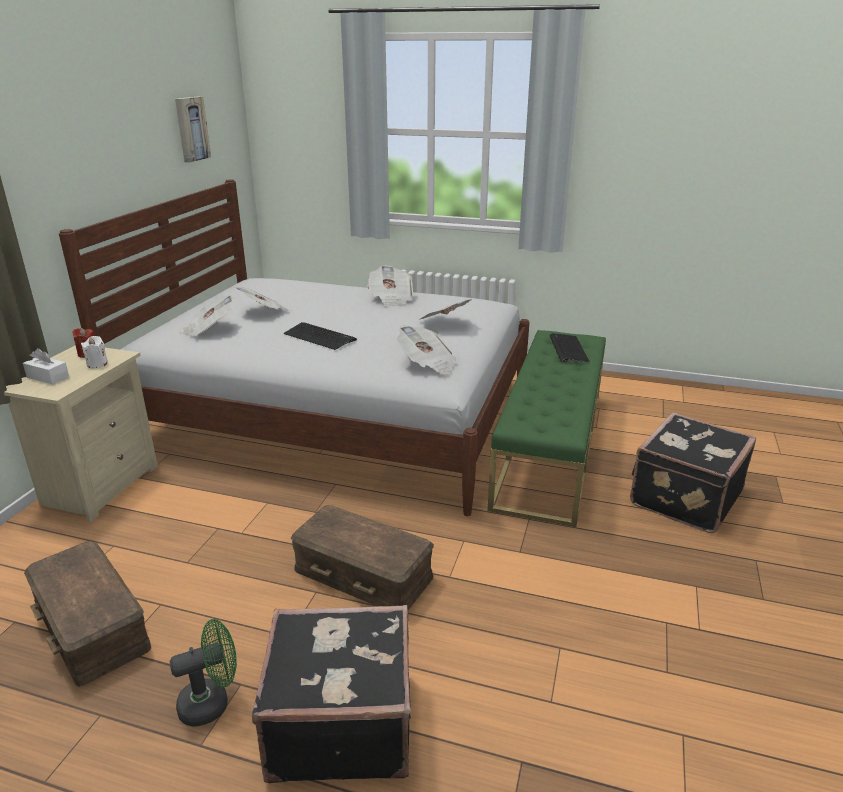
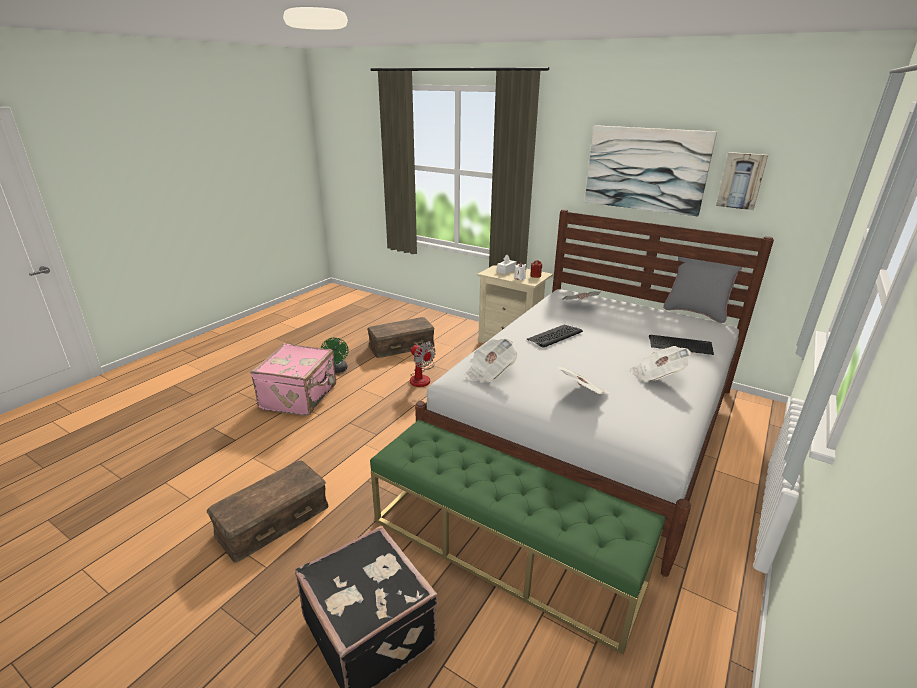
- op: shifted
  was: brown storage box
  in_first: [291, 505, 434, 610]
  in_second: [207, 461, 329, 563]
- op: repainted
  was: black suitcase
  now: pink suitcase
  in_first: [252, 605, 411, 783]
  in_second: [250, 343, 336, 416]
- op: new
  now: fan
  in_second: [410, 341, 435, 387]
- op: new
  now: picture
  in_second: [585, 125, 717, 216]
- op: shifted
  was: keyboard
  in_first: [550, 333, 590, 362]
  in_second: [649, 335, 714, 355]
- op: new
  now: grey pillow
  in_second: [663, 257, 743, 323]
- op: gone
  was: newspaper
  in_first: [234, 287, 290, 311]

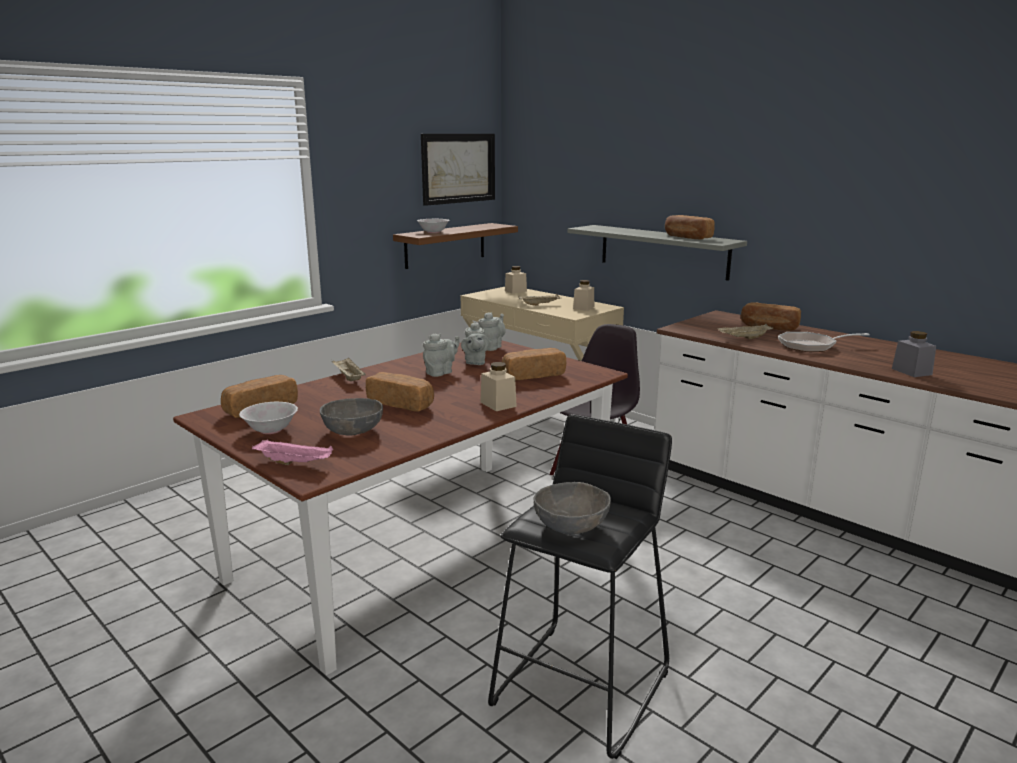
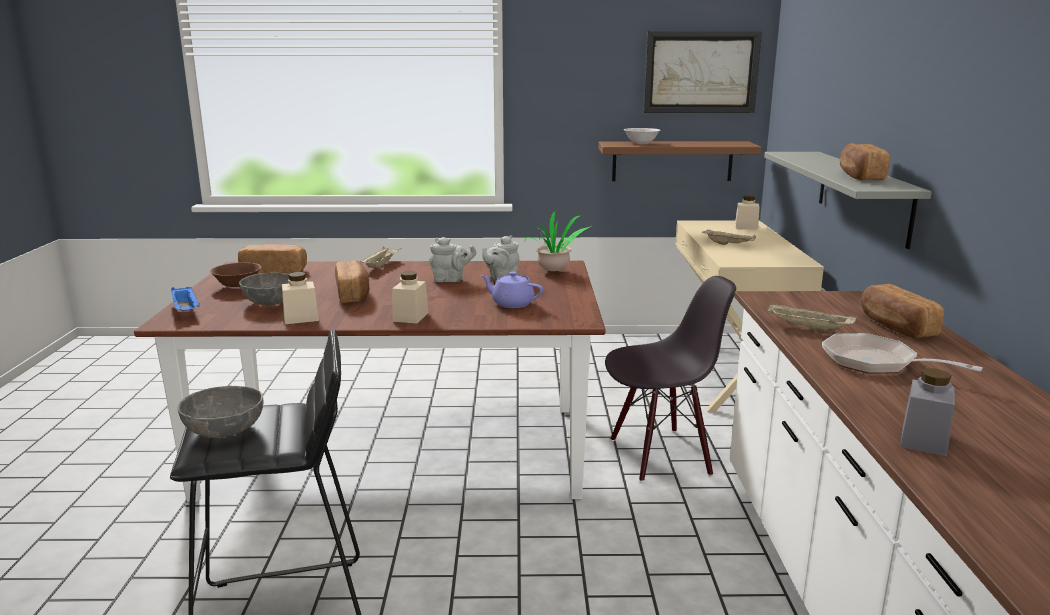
- op: repainted
  was: pink tray
  now: blue tray
  in_first: [252, 439, 333, 465]
  in_second: [171, 287, 199, 311]
- op: repainted
  was: white bowl
  now: brown bowl
  in_first: [239, 402, 298, 434]
  in_second: [210, 262, 262, 289]
- op: shifted
  was: beige jar
  in_first: [573, 280, 594, 311]
  in_second: [282, 272, 319, 324]
- op: swapped
  was: bread
  now: purple teapot
  in_first: [502, 348, 566, 380]
  in_second: [481, 272, 543, 308]
- op: swapped
  was: grey teapot
  now: potted plant
  in_first: [478, 312, 506, 351]
  in_second: [525, 211, 591, 272]

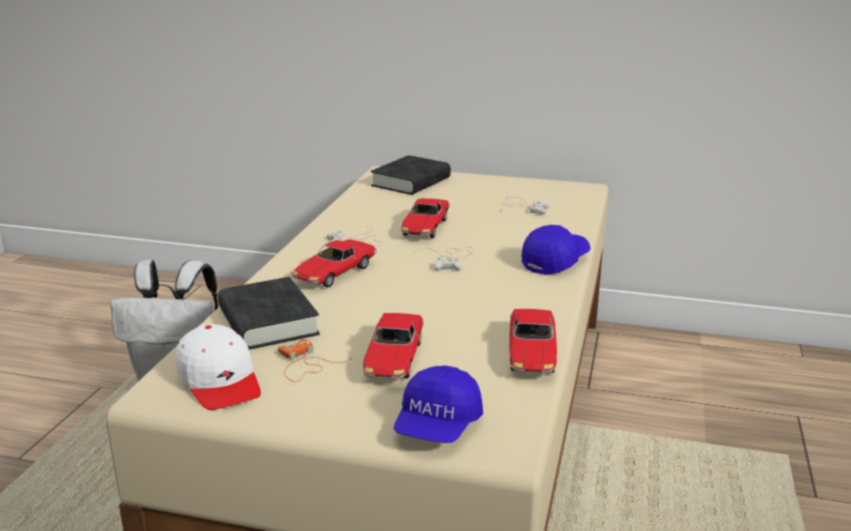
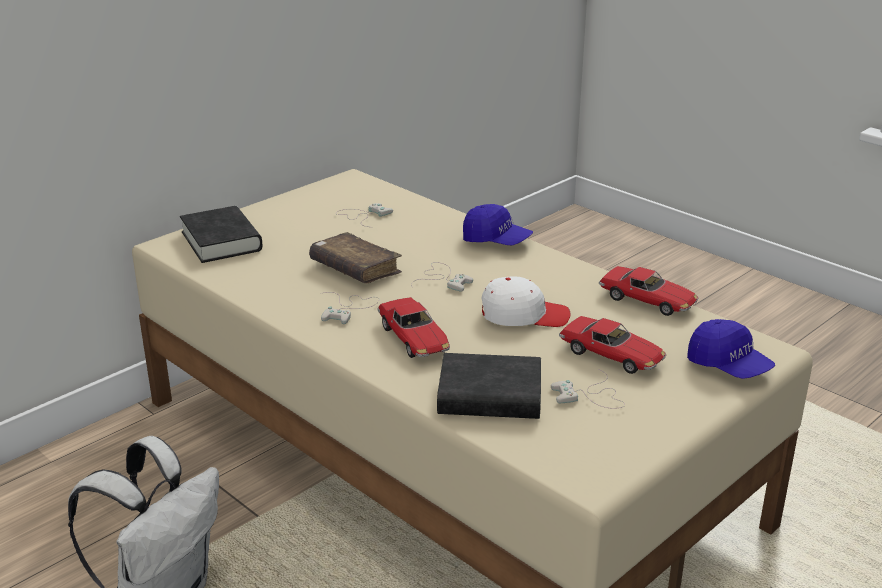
- op: swapped
  was: toy car
  now: brown book
  in_first: [401, 198, 450, 238]
  in_second: [309, 232, 402, 284]
- op: rotated
  was: blue cap
  in_first: [522, 225, 590, 275]
  in_second: [463, 204, 533, 245]
  clockwise: 135
- op: shifted
  was: white cap
  in_first: [176, 324, 261, 410]
  in_second: [481, 276, 571, 327]
- op: repainted
  was: orange game controller
  now: white game controller
  in_first: [278, 339, 353, 382]
  in_second: [551, 369, 625, 409]

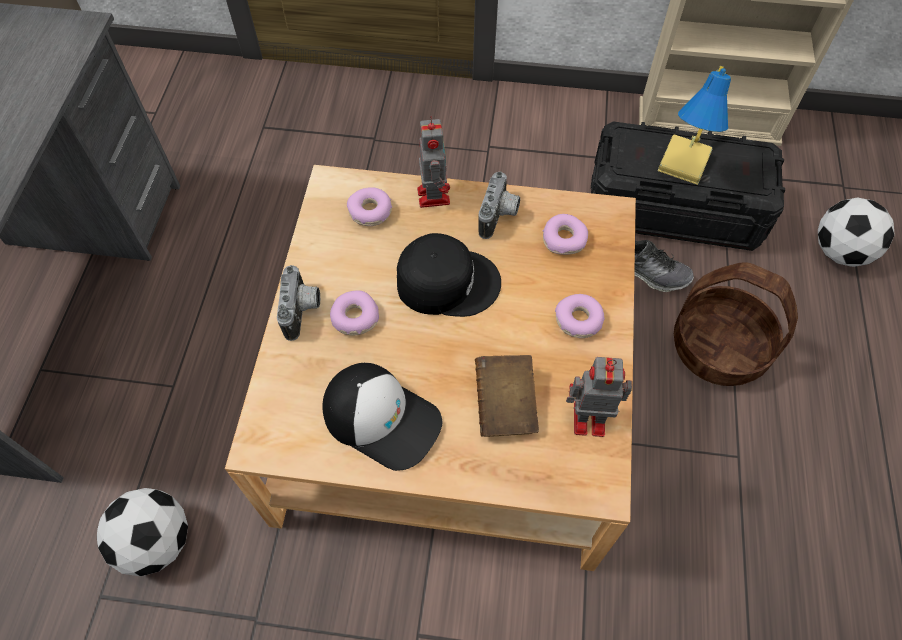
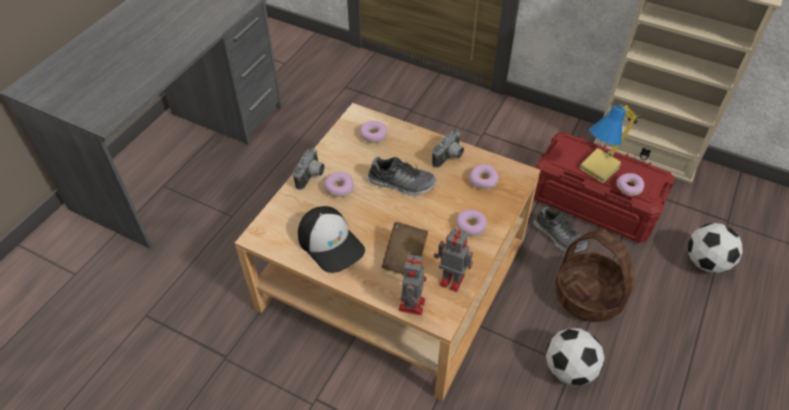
- op: swapped
  was: black cap
  now: shoe
  in_first: [397, 233, 501, 317]
  in_second: [368, 157, 436, 196]
- op: shifted
  was: toy robot
  in_first: [417, 116, 450, 208]
  in_second: [399, 254, 427, 315]
- op: repainted
  was: black storage box
  now: red storage box
  in_first: [591, 122, 785, 251]
  in_second: [534, 132, 675, 243]
- op: shifted
  was: football
  in_first: [97, 488, 188, 576]
  in_second: [546, 328, 605, 386]
- op: new
  now: donut
  in_second: [616, 173, 644, 196]

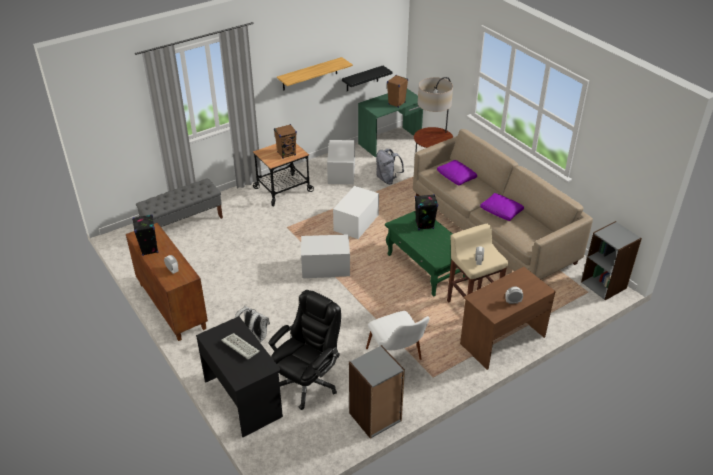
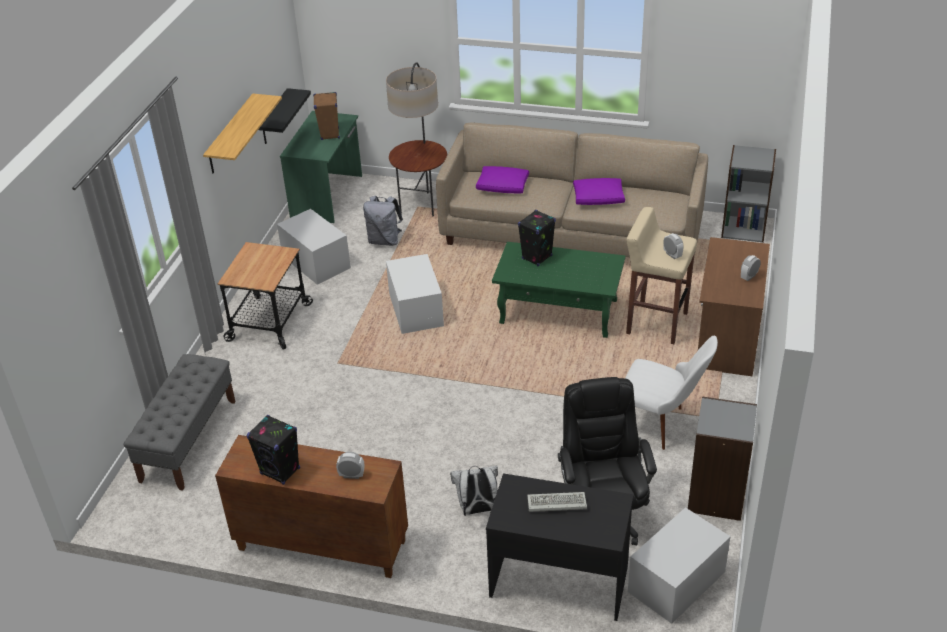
- op: shifted
  was: white storage box
  in_first: [301, 234, 350, 278]
  in_second: [628, 507, 731, 624]
- op: gone
  was: brown speaker
  in_first: [274, 124, 297, 159]

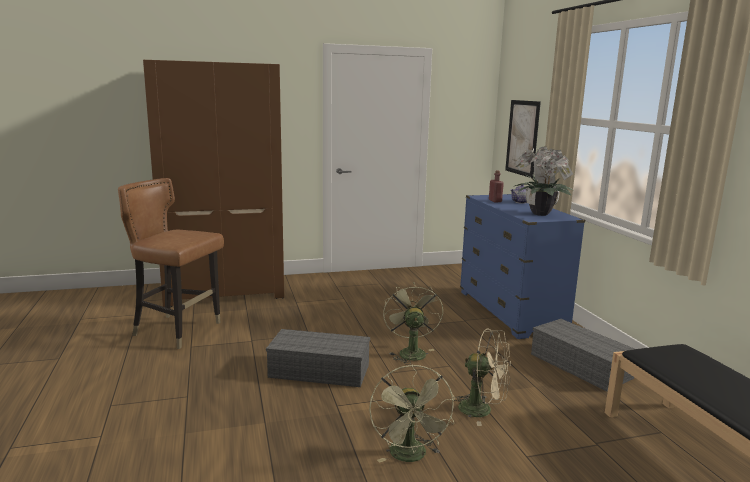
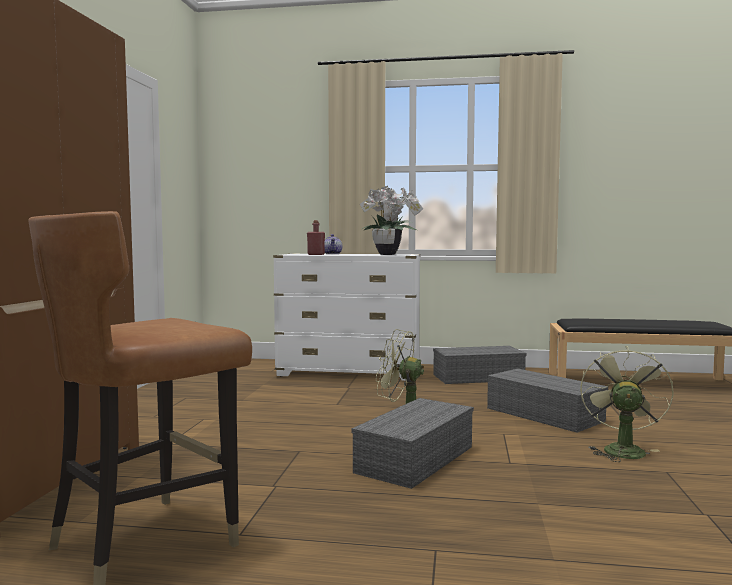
- op: repainted
  was: blue dresser
  now: white dresser
  in_first: [460, 194, 585, 339]
  in_second: [273, 254, 420, 381]
- op: swapped
  was: beige fan
  now: grey storage box
  in_first: [453, 328, 511, 426]
  in_second: [487, 368, 608, 433]
- op: rotated
  was: green fan
  in_first: [369, 364, 455, 463]
  in_second: [580, 346, 674, 462]
  clockwise: -90
- op: gone
  was: picture
  in_first: [505, 100, 541, 178]

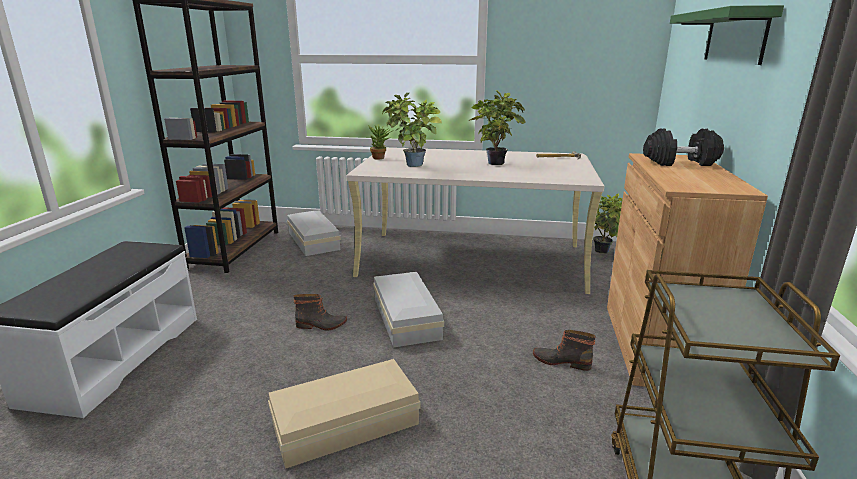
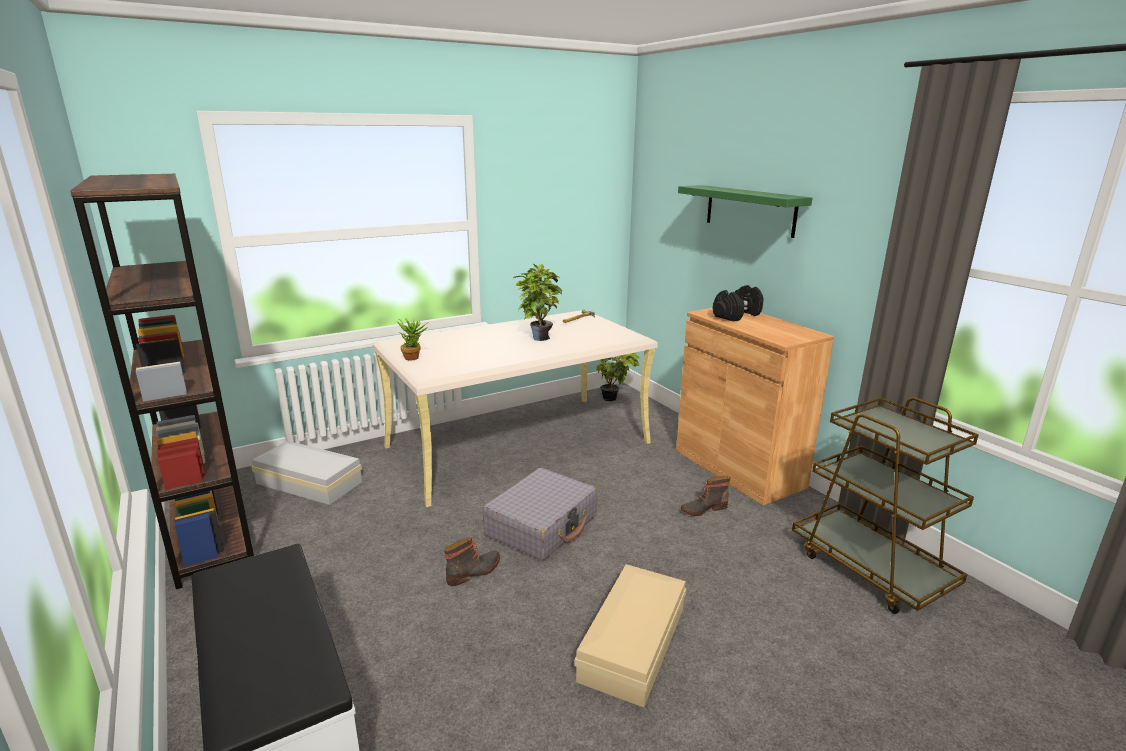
- op: swapped
  was: white storage box
  now: grey suitcase
  in_first: [373, 272, 444, 347]
  in_second: [483, 468, 597, 561]
- op: gone
  was: potted plant
  in_first: [382, 93, 442, 167]

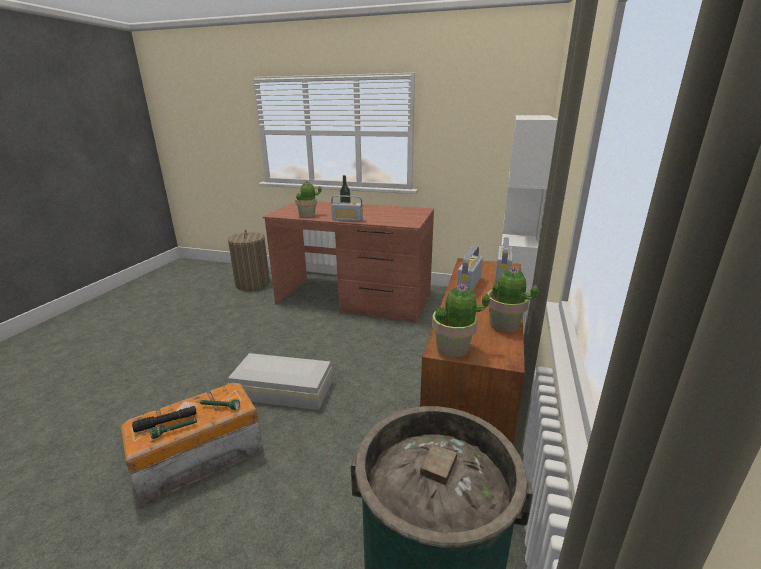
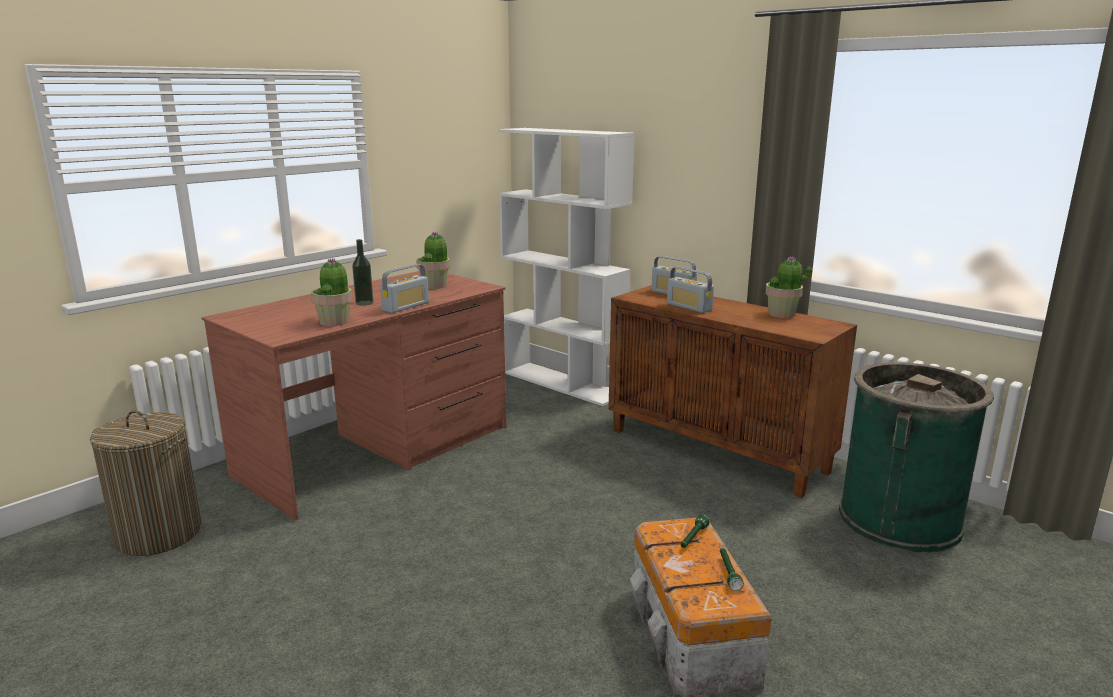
- op: shifted
  was: potted plant
  in_first: [432, 283, 490, 358]
  in_second: [416, 231, 450, 289]
- op: gone
  was: black flashlight
  in_first: [132, 406, 197, 432]
- op: gone
  was: white storage box
  in_first: [228, 353, 332, 410]

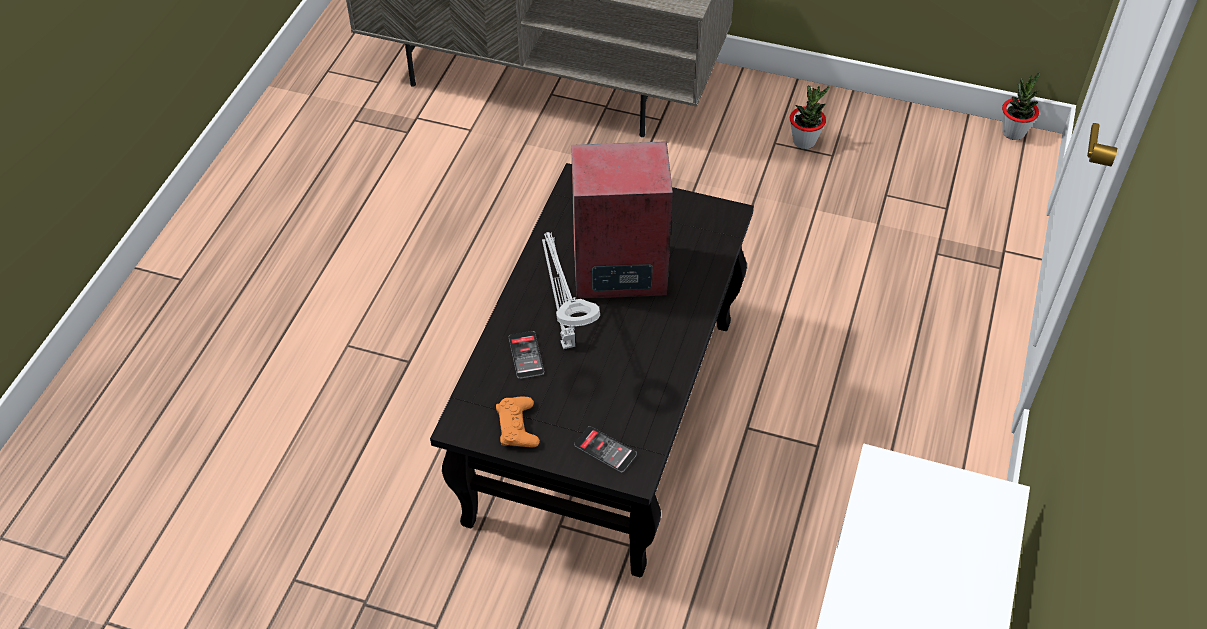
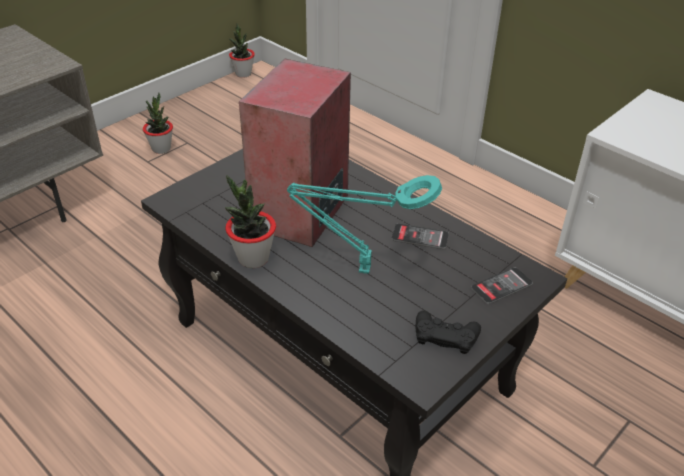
- op: new
  now: potted plant
  in_second: [225, 175, 276, 268]
- op: repainted
  was: grey table lamp
  now: turquoise table lamp
  in_first: [542, 232, 600, 349]
  in_second: [287, 175, 442, 274]
- op: shifted
  was: phone
  in_first: [509, 331, 544, 379]
  in_second: [392, 223, 449, 249]
- op: repainted
  was: orange game controller
  now: black game controller
  in_first: [496, 397, 540, 448]
  in_second: [416, 310, 481, 354]

